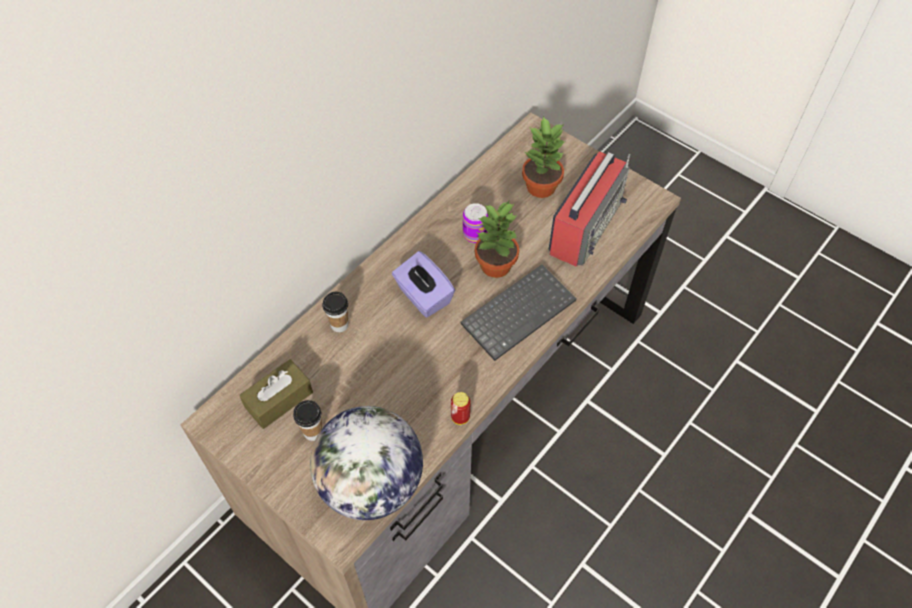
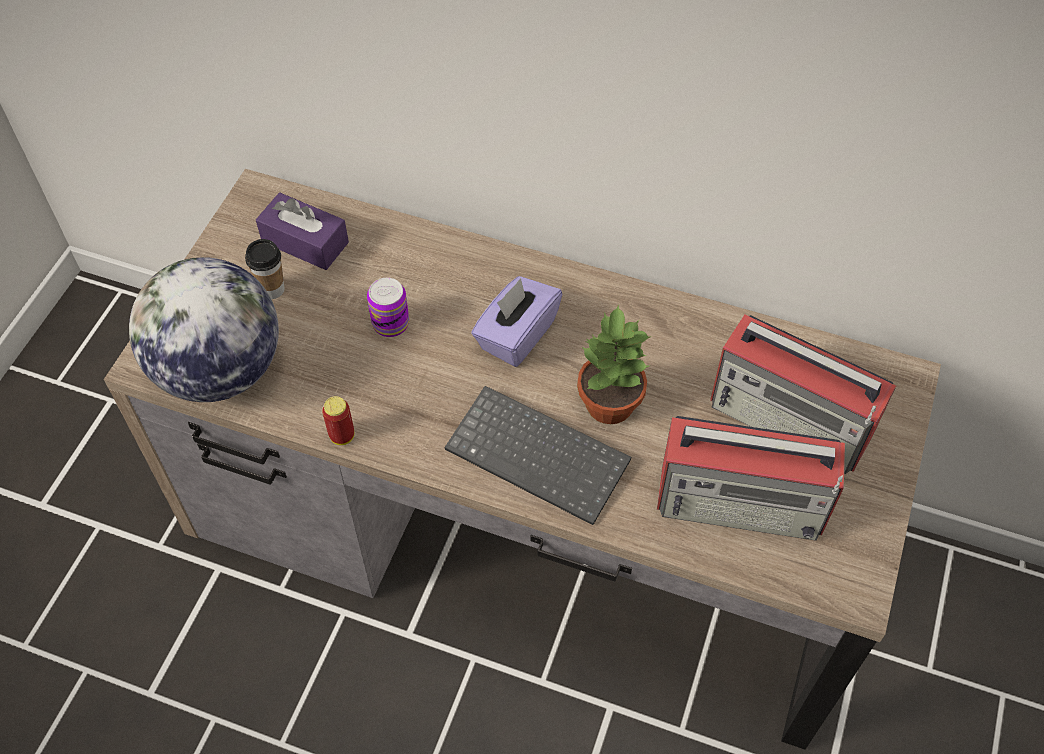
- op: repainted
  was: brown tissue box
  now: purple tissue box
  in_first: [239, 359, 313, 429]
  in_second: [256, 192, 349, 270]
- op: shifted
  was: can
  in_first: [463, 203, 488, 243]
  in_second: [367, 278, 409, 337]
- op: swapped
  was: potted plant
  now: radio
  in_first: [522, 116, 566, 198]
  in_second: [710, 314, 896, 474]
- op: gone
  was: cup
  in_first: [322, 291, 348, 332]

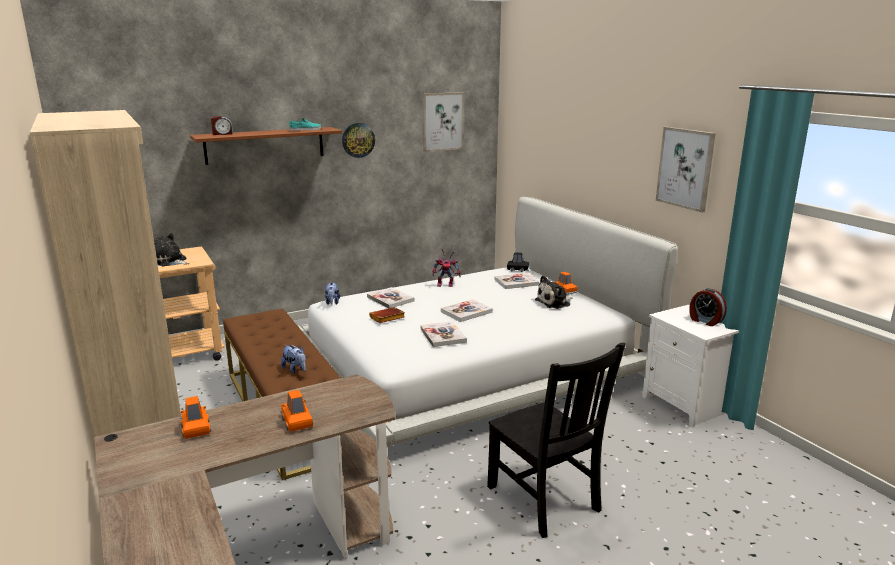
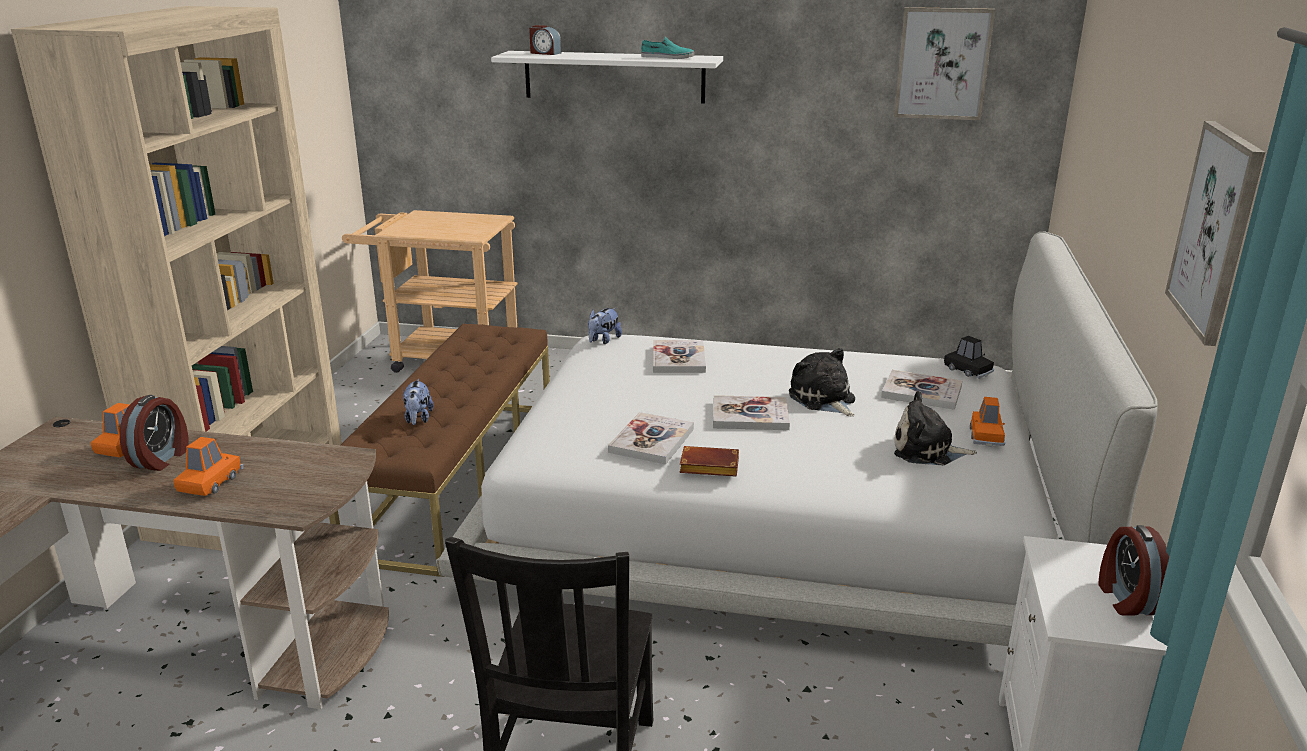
- op: new
  now: alarm clock
  in_second: [120, 395, 188, 471]
- op: repainted
  was: brown shelf
  now: white shelf
  in_first: [190, 127, 342, 165]
  in_second: [491, 51, 723, 104]
- op: shifted
  was: brown book
  in_first: [369, 307, 405, 323]
  in_second: [680, 446, 739, 477]
- op: shifted
  was: plush toy
  in_first: [154, 233, 189, 266]
  in_second: [789, 348, 855, 417]
- op: gone
  was: wall clock
  in_first: [342, 123, 375, 158]
- op: gone
  was: toy robot
  in_first: [432, 248, 461, 287]

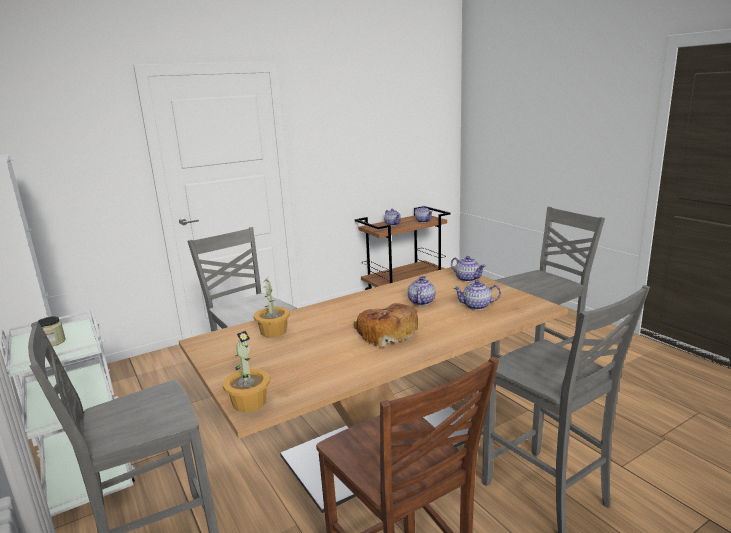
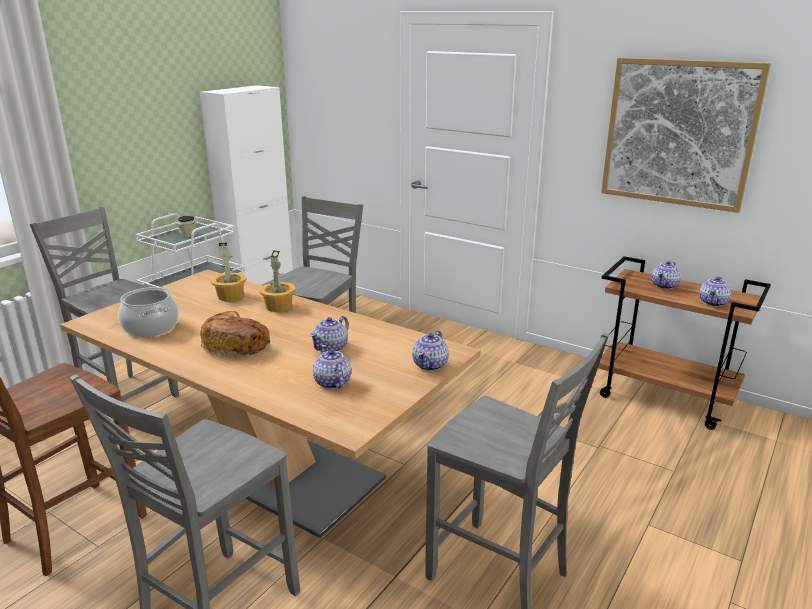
- op: new
  now: cooking pot
  in_second: [118, 287, 179, 337]
- op: shifted
  was: potted plant
  in_first: [223, 331, 270, 413]
  in_second: [260, 250, 296, 312]
- op: rotated
  was: teapot
  in_first: [408, 276, 435, 306]
  in_second: [310, 316, 349, 352]
  clockwise: 135
- op: new
  now: picture
  in_second: [601, 58, 771, 213]

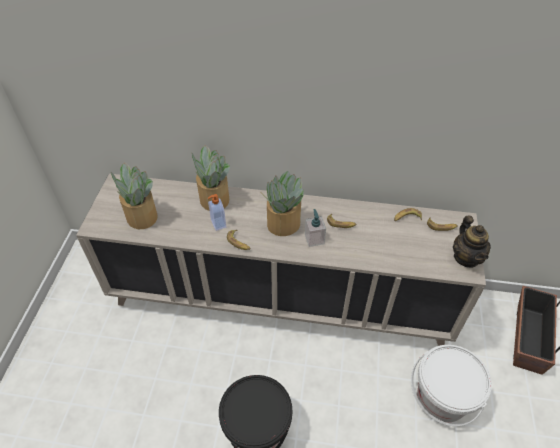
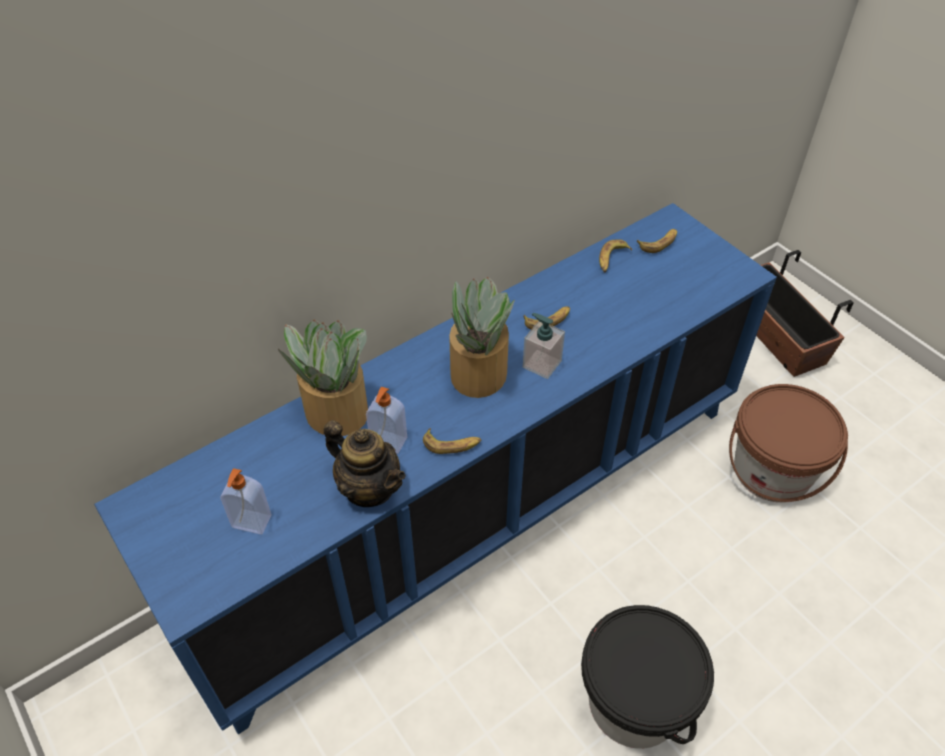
- op: repainted
  was: beige cabinet
  now: blue cabinet
  in_first: [76, 174, 486, 346]
  in_second: [94, 203, 777, 734]
- op: swapped
  was: potted plant
  now: soap dispenser
  in_first: [111, 163, 158, 229]
  in_second: [221, 468, 272, 535]
- op: shifted
  was: teapot
  in_first: [453, 216, 491, 268]
  in_second: [324, 420, 405, 507]
- op: repainted
  was: white bucket
  now: brown bucket
  in_first: [411, 345, 492, 426]
  in_second: [729, 384, 848, 503]

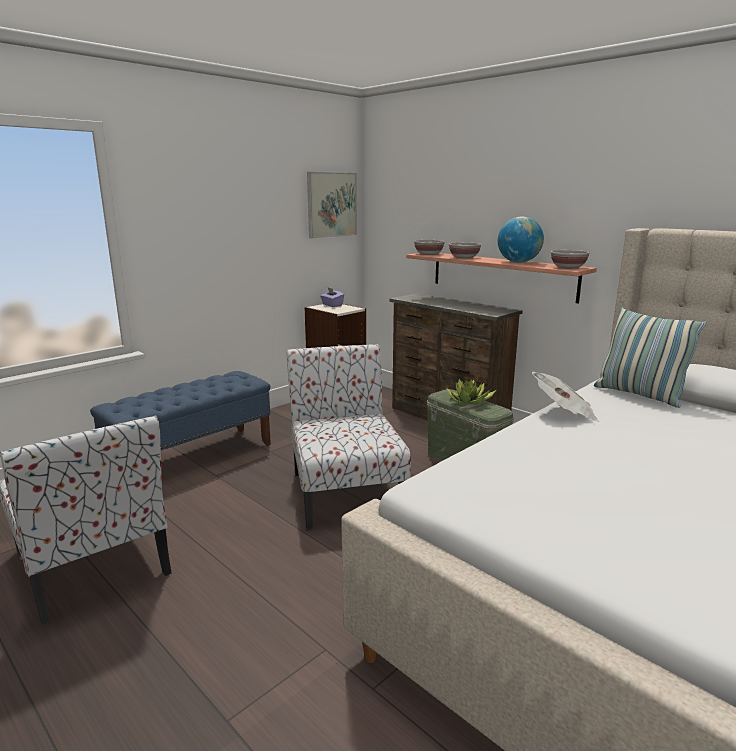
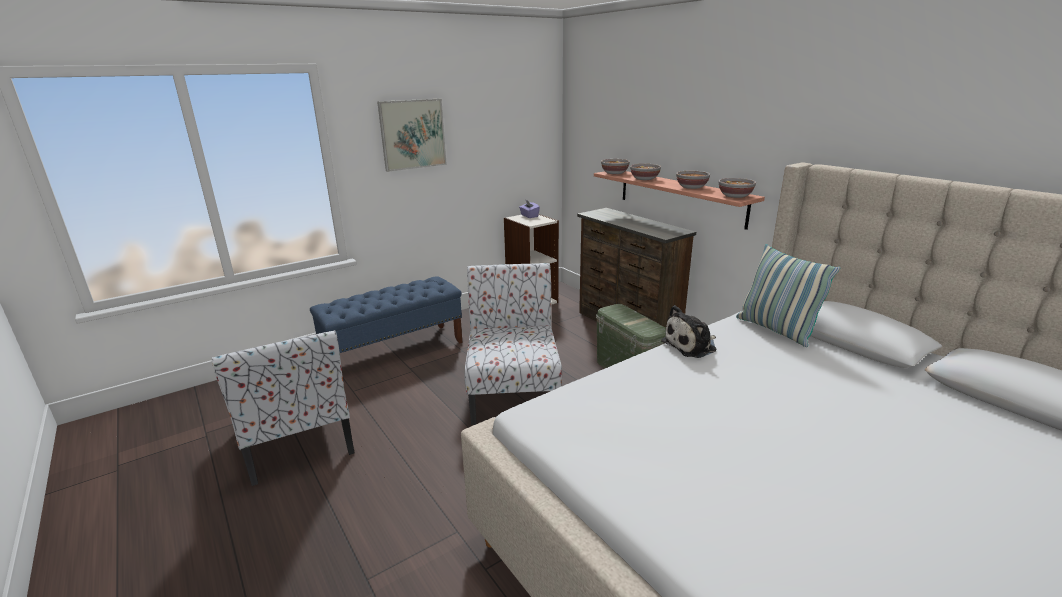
- op: shifted
  was: picture
  in_first: [307, 172, 357, 238]
  in_second: [377, 99, 447, 172]
- op: swapped
  was: newspaper
  now: plush toy
  in_first: [532, 371, 599, 422]
  in_second: [661, 305, 716, 358]
- op: swapped
  was: globe
  now: bowl
  in_first: [498, 216, 544, 263]
  in_second: [676, 171, 710, 189]
- op: gone
  was: potted plant
  in_first: [447, 379, 496, 405]

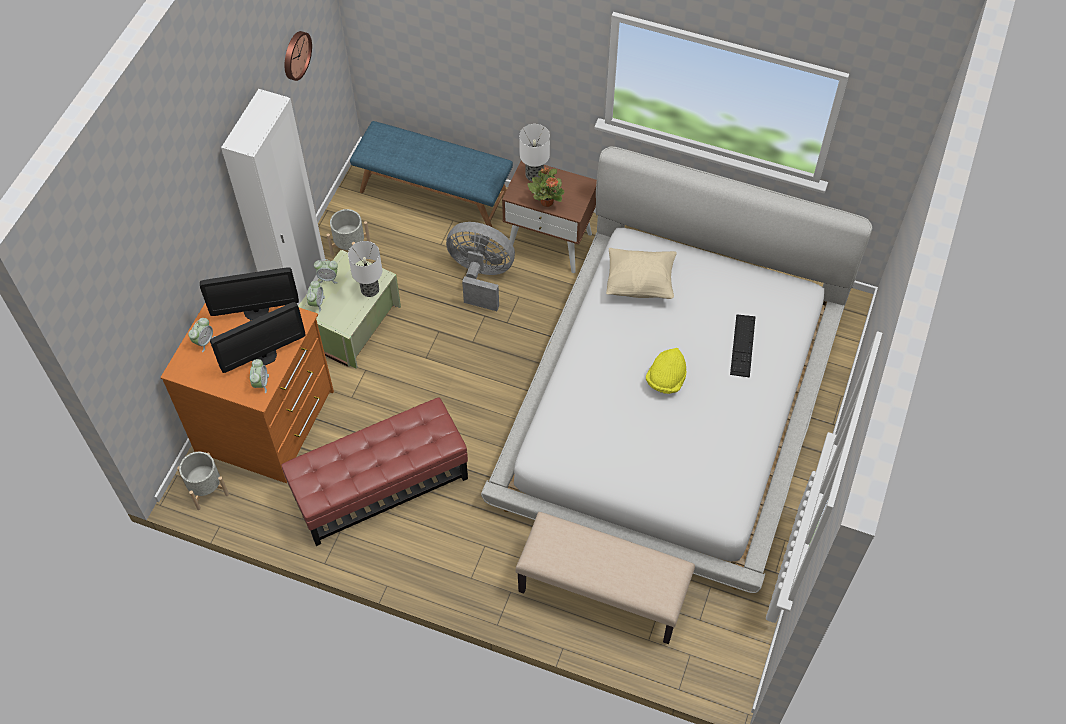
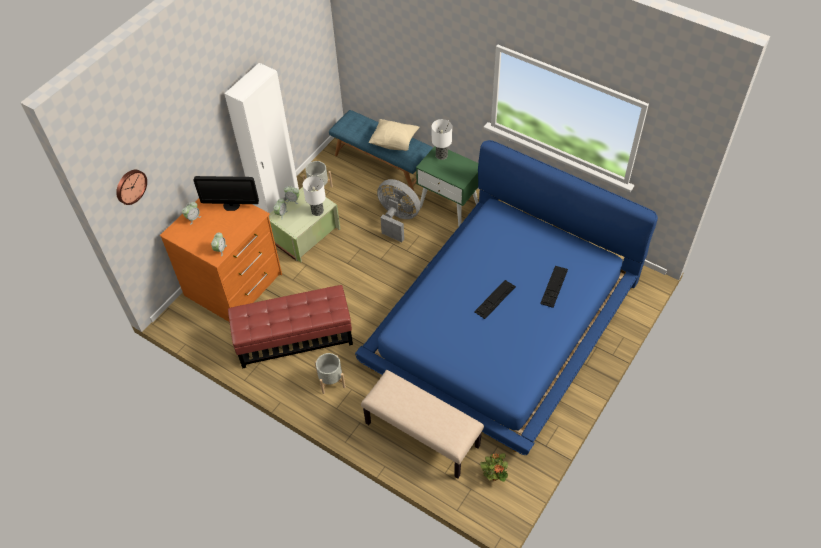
- op: shifted
  was: wall clock
  in_first: [285, 31, 312, 81]
  in_second: [116, 170, 147, 205]
- op: shifted
  was: grey planter
  in_first: [177, 452, 229, 510]
  in_second: [315, 353, 346, 394]
- op: repainted
  was: white bed
  now: blue bed
  in_first: [481, 146, 872, 593]
  in_second: [355, 140, 658, 455]
- op: shifted
  was: beige pillow
  in_first: [606, 248, 677, 299]
  in_second: [369, 119, 420, 151]
- op: repainted
  was: brown nightstand
  now: green nightstand
  in_first: [502, 161, 597, 273]
  in_second: [416, 146, 478, 226]
- op: swapped
  was: yellow hat
  now: keyboard
  in_first: [646, 348, 686, 394]
  in_second: [474, 280, 516, 319]
- op: shifted
  was: potted plant
  in_first: [528, 167, 564, 207]
  in_second: [480, 453, 508, 482]
- op: gone
  was: monitor
  in_first: [210, 302, 305, 373]

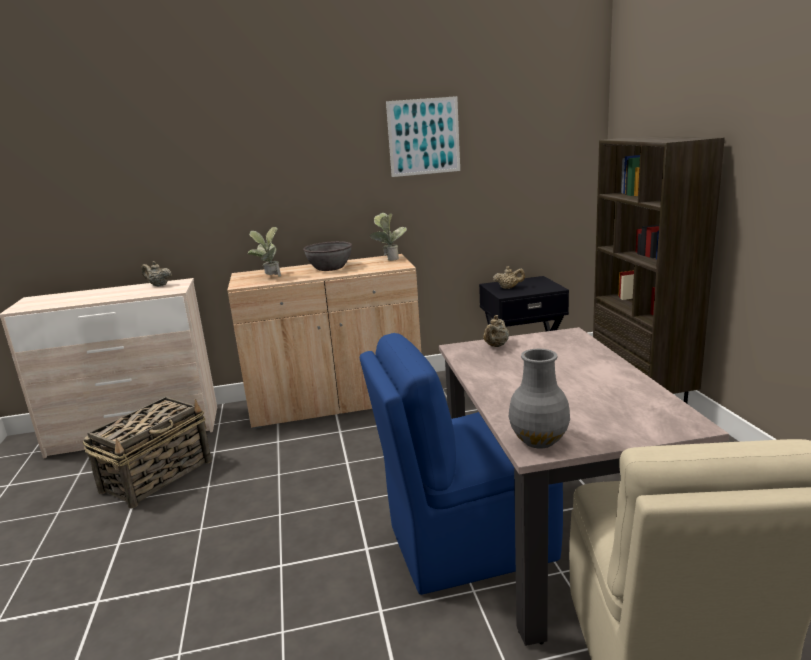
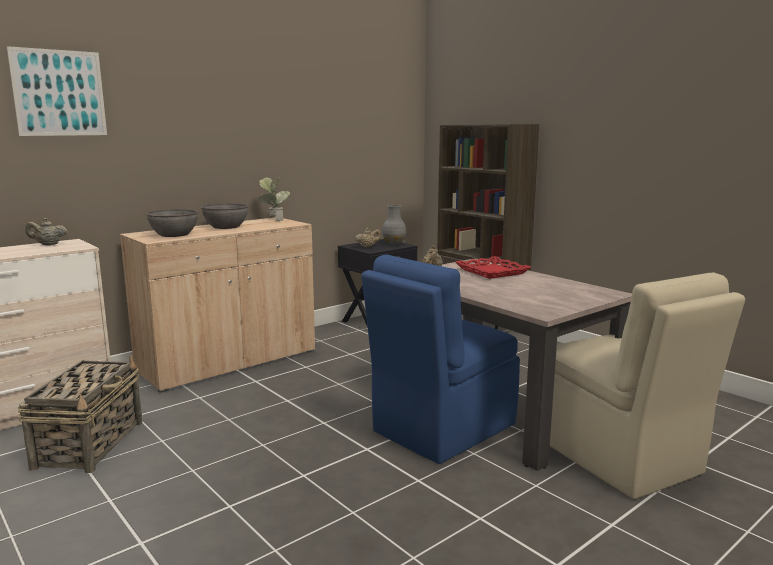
- op: shifted
  was: picture
  in_first: [386, 96, 460, 177]
  in_second: [7, 46, 107, 136]
- op: swapped
  was: potted plant
  now: grey bowl
  in_first: [247, 227, 281, 277]
  in_second: [146, 209, 199, 237]
- op: shifted
  was: grey vase
  in_first: [509, 349, 570, 449]
  in_second: [382, 205, 406, 245]
- op: new
  now: red tray
  in_second: [455, 256, 532, 279]

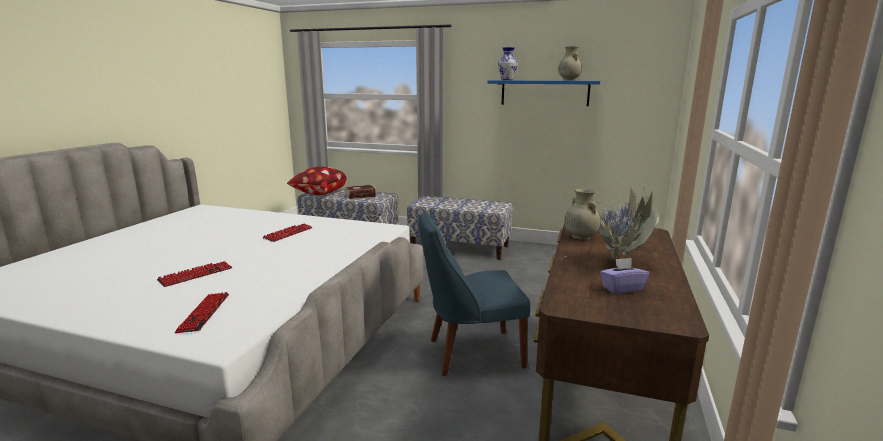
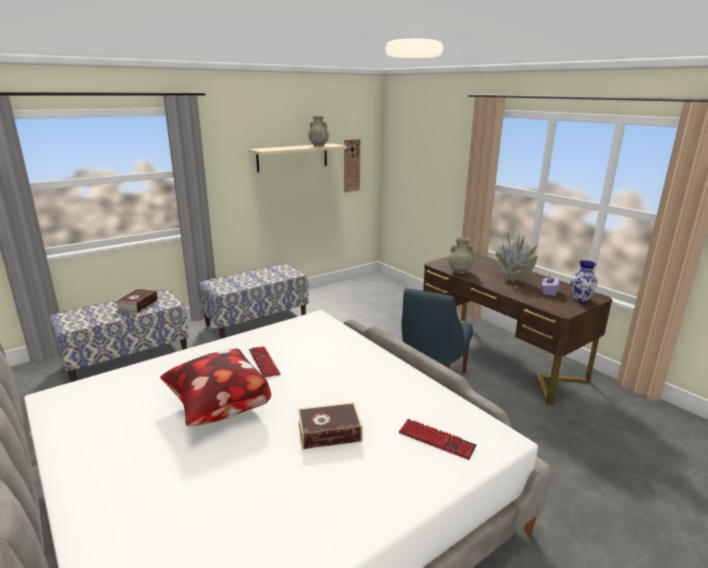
- op: shifted
  was: pillow
  in_first: [287, 167, 347, 195]
  in_second: [160, 349, 271, 426]
- op: repainted
  was: blue shelf
  now: beige shelf
  in_first: [487, 80, 601, 106]
  in_second: [248, 144, 348, 172]
- op: swapped
  was: keyboard
  now: book
  in_first: [157, 261, 233, 287]
  in_second: [298, 402, 363, 449]
- op: new
  now: wall clock
  in_second: [344, 139, 360, 192]
- op: shifted
  was: vase
  in_first: [498, 47, 518, 80]
  in_second: [571, 260, 598, 302]

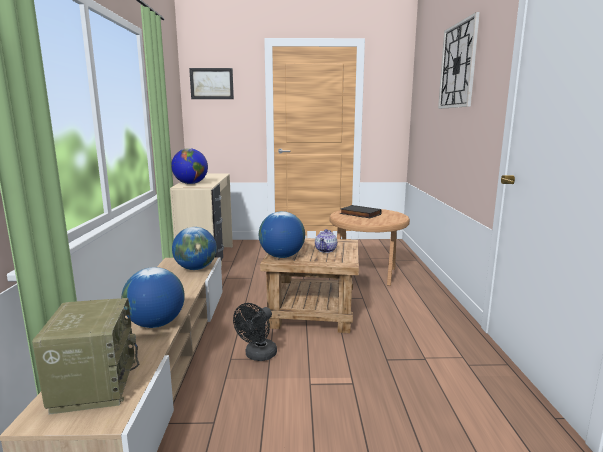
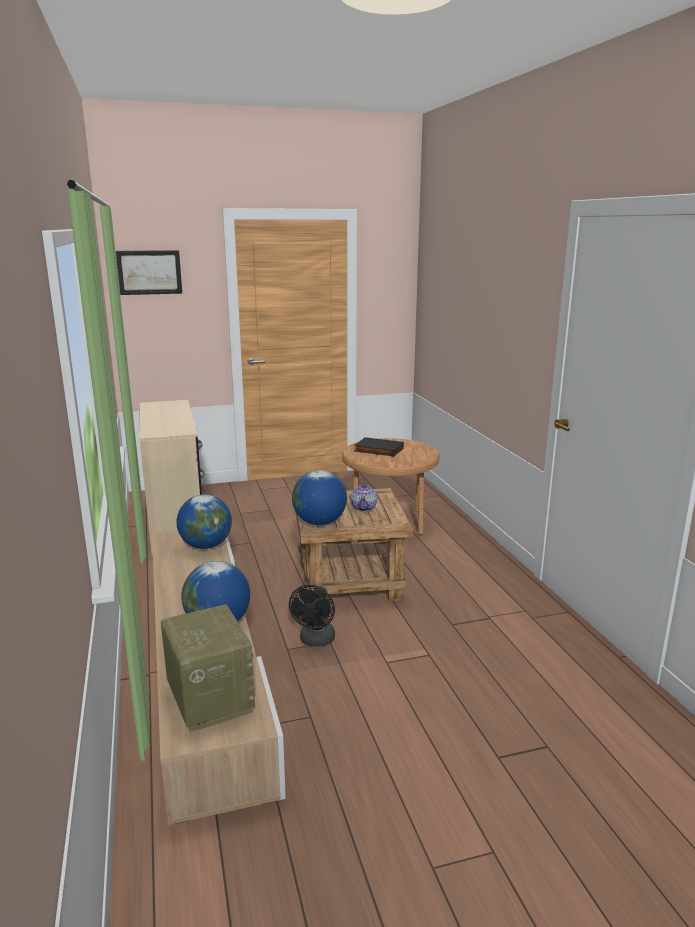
- op: gone
  was: globe
  in_first: [171, 148, 208, 184]
- op: gone
  was: wall clock
  in_first: [438, 12, 480, 109]

